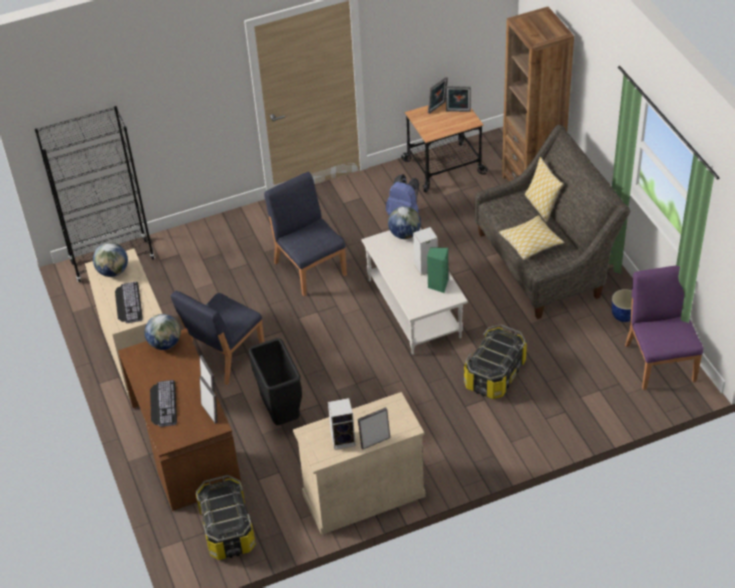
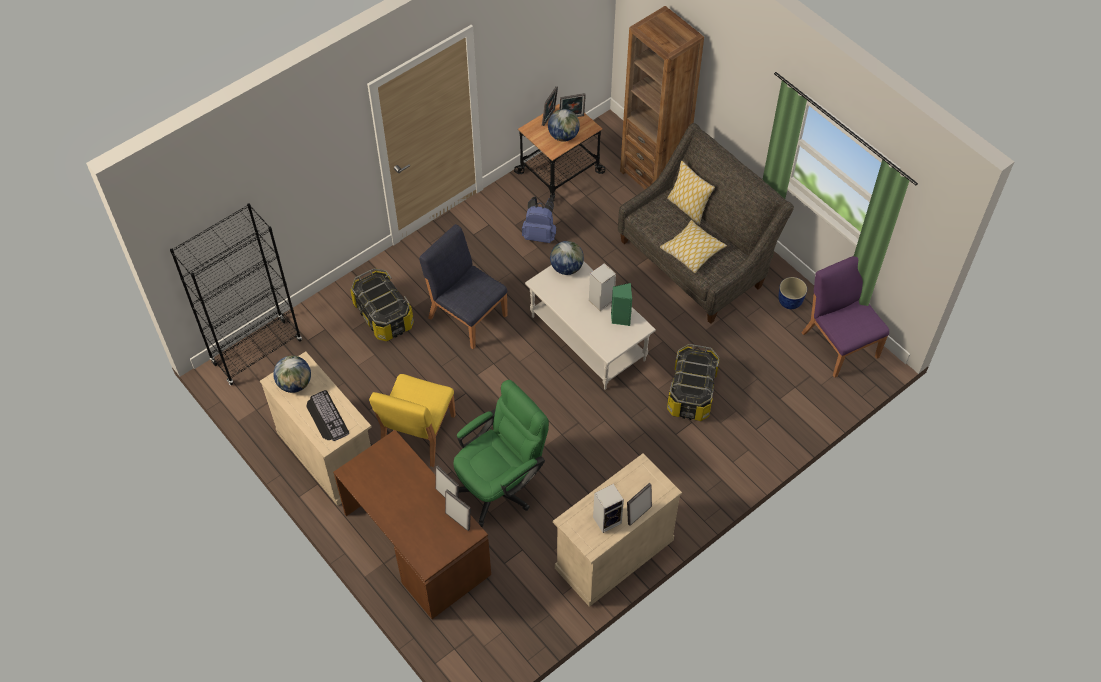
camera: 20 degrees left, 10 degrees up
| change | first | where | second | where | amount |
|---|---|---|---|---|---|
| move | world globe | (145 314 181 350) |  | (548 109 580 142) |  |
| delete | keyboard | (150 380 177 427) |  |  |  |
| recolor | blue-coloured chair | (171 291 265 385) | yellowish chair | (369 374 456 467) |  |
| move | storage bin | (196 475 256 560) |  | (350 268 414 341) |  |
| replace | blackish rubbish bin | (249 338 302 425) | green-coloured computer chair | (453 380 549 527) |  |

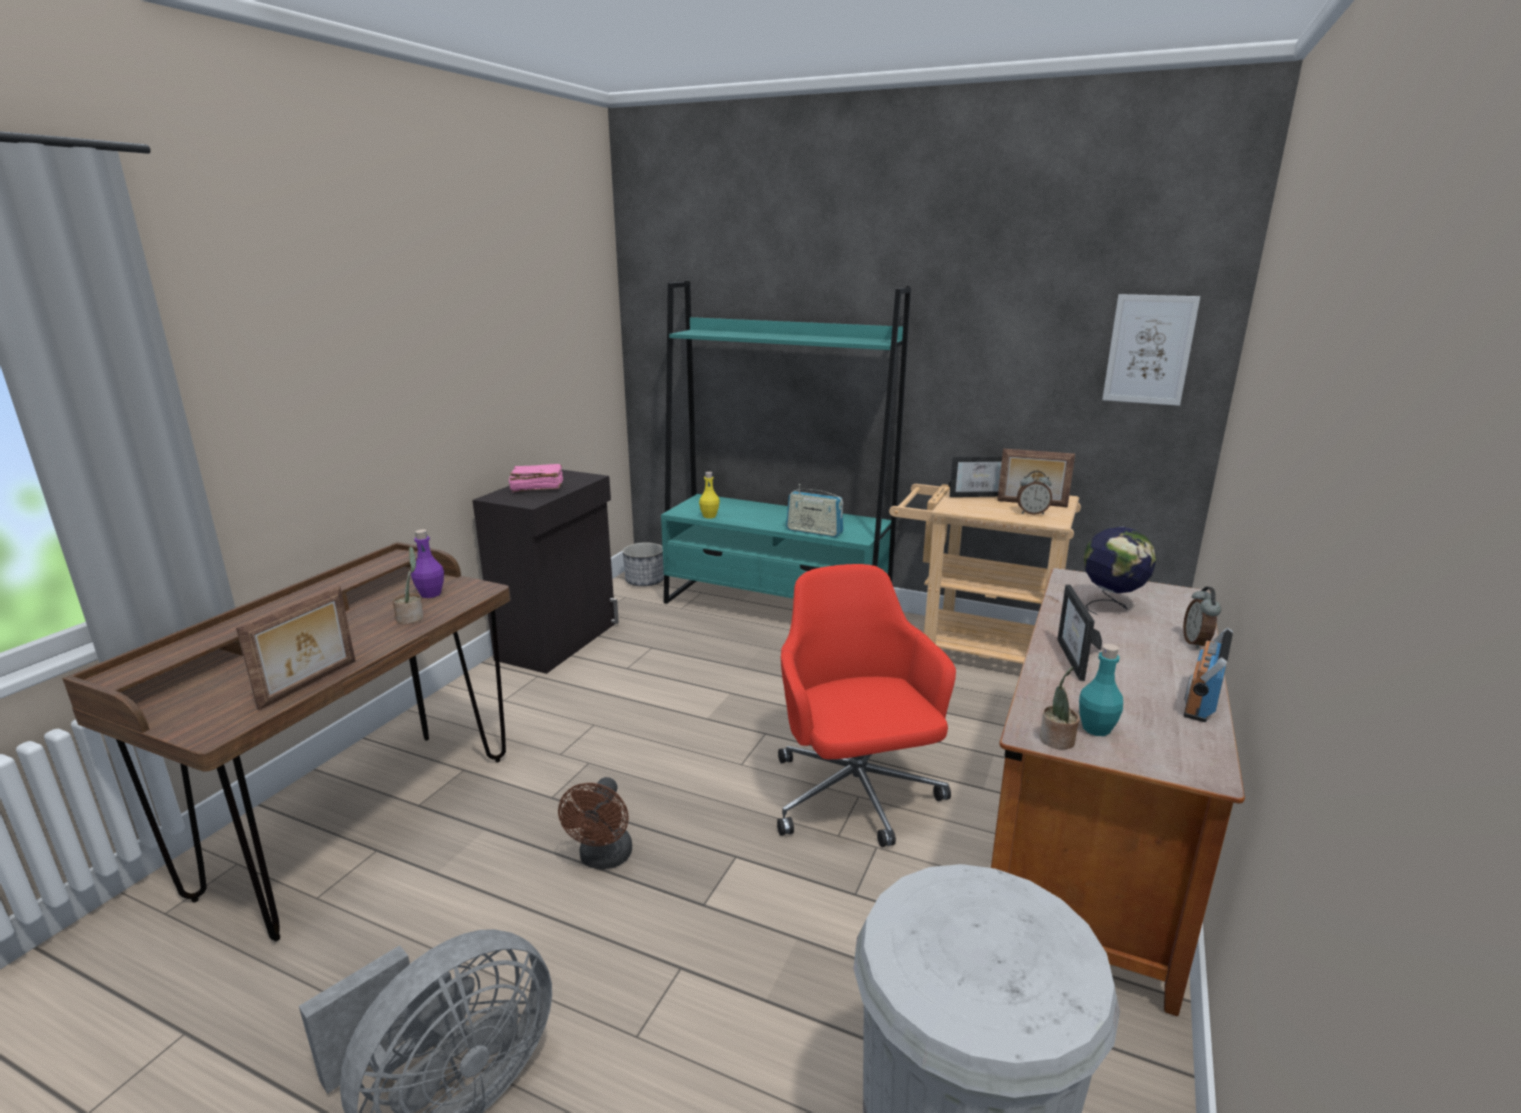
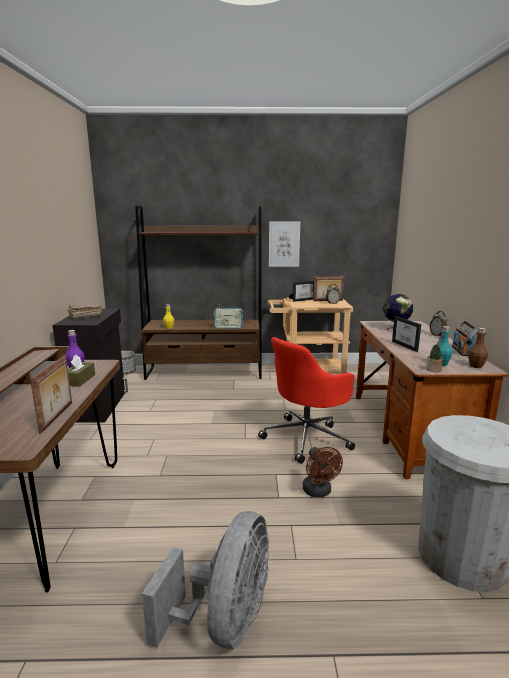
camera: 25 degrees left, 5 degrees down
| change | first | where | second | where | amount |
|---|---|---|---|---|---|
| replace | potted plant | (393 547 424 624) | brownish tissue holder | (68 355 95 387) |  |
| recolor | pinkish bound book | (509 464 563 492) | brownish bound book | (68 303 102 320) |  |
| move | brownish fan | (558 777 632 869) |  | (303 447 343 497) |  |
| recolor | turquoise bookcase | (661 281 911 604) | brownish bookcase | (135 206 262 380) |  |
| rotate | red computer chair | (777 564 956 847) |  | (258 337 355 464) | 90 degrees counterclockwise |
| move | picture | (1102 294 1200 406) |  | (269 222 300 267) |  |
| insert |  |  | brownish beverage bottle | (468 328 488 368) |  |

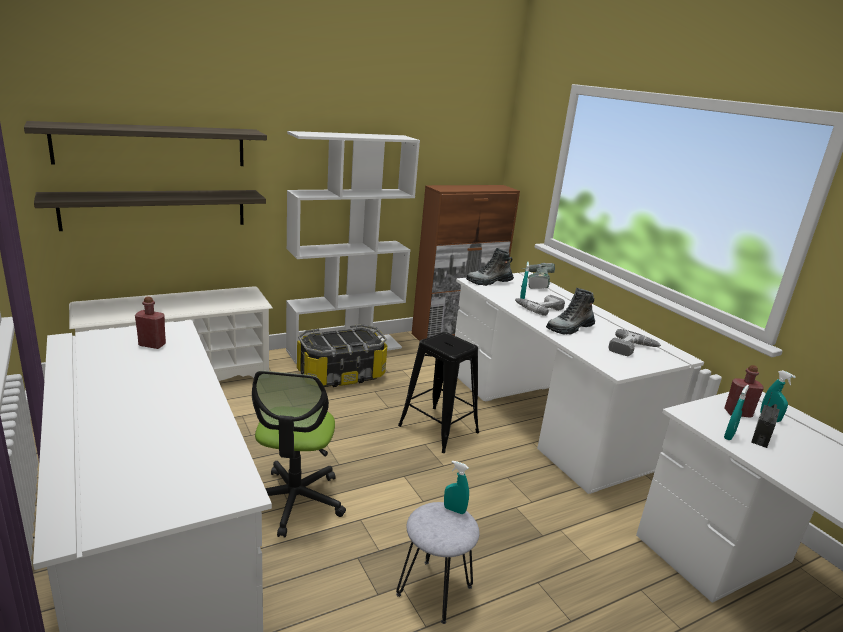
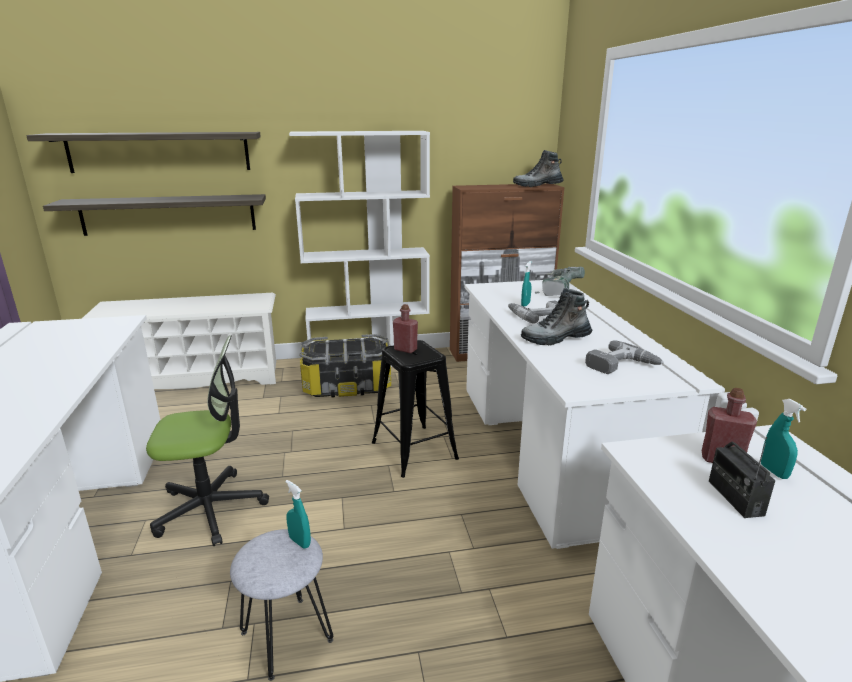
camera: 20 degrees right, 0 degrees up
| change | first | where | second | where | amount |
|---|---|---|---|---|---|
| move | red beverage bottle | (135 296 166 349) |  | (393 304 418 353) |  |
| rotate | computer chair | (252 371 346 538) |  | (146 335 269 546) | 120 degrees counterclockwise |
| move | tall boot | (466 248 514 286) |  | (513 150 564 187) |  |
| delete | turquoise sprayer | (724 385 749 440) |  |  |  |
| rotate | radio | (751 394 780 448) |  | (709 437 775 518) | 60 degrees counterclockwise |

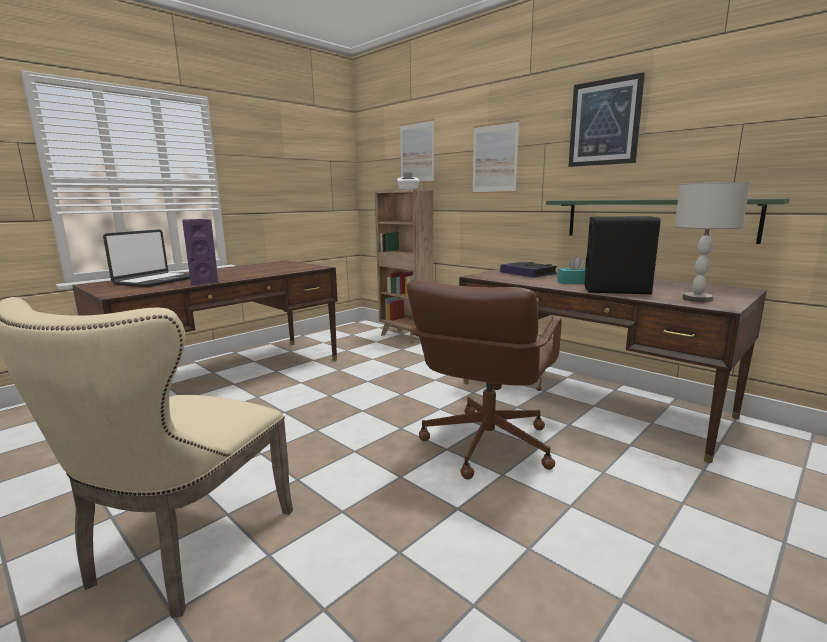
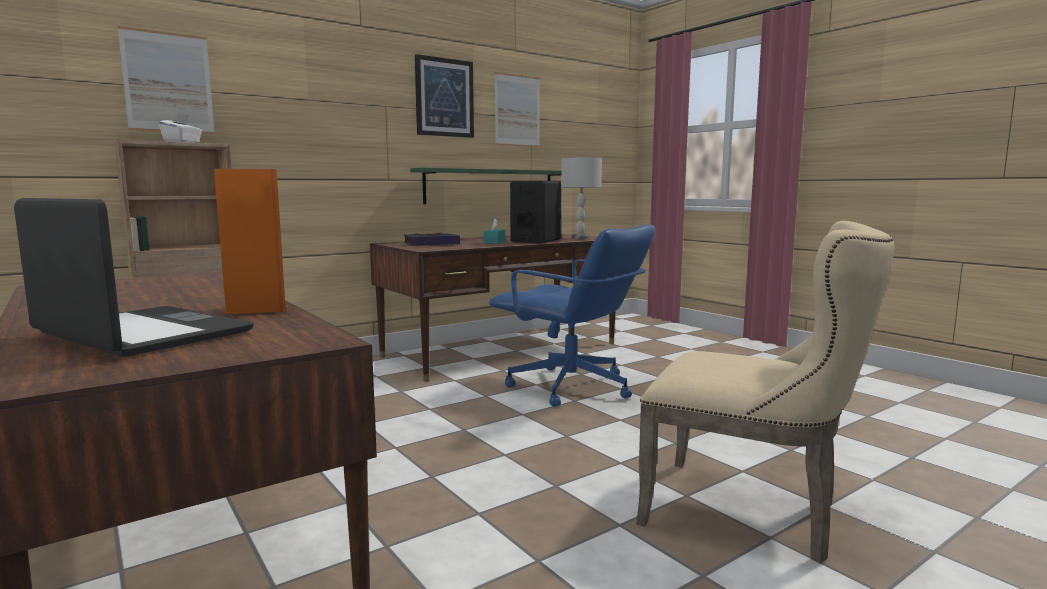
camera: 80 degrees left, 5 degrees down
| change | first | where | second | where | amount |
|---|---|---|---|---|---|
| recolor | purple loudspeaker | (182 219 218 285) | orange-coloured loudspeaker | (214 169 286 314) |  |
| recolor | brownish computer chair | (406 281 562 479) | blue-coloured computer chair | (489 225 655 407) |  |
| move | picture | (472 120 519 194) |  | (495 72 540 147) |  |

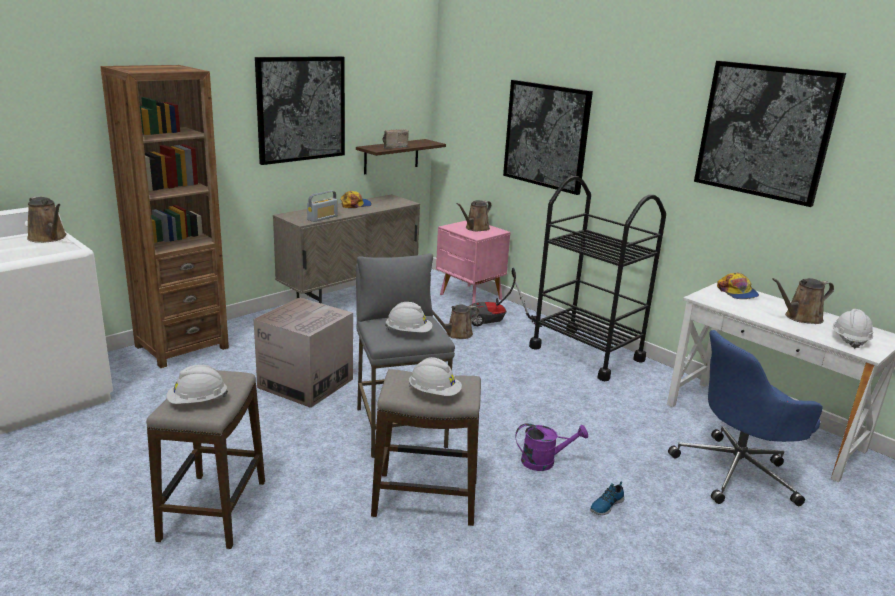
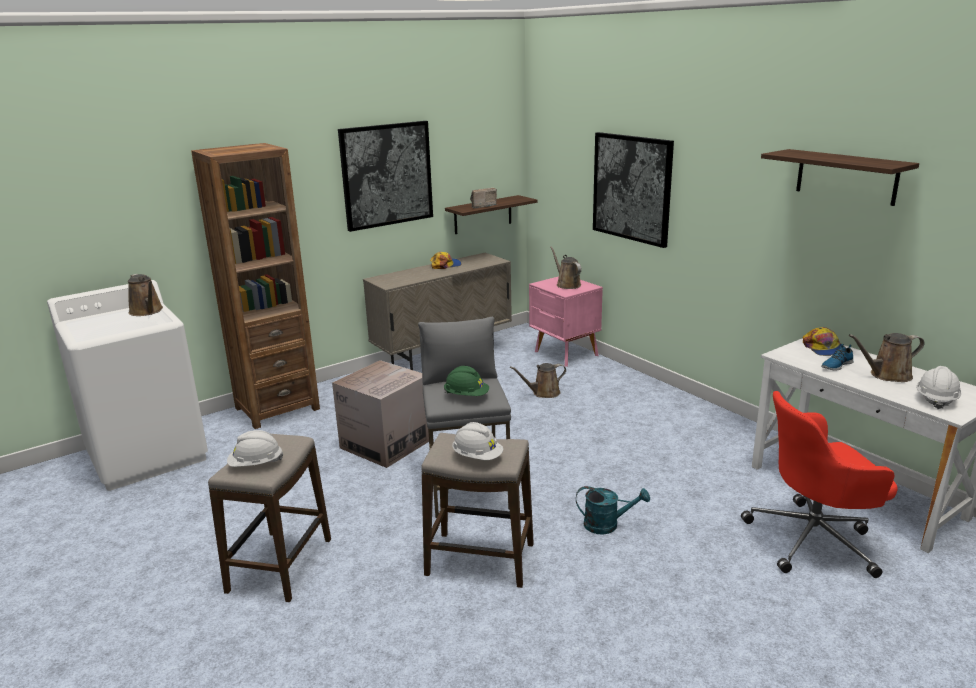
camera: 10 degrees right, 0 degrees up
| change | first | where | second | where | amount |
|---|---|---|---|---|---|
| delete | radio | (307 191 338 222) |  |  |  |
| recolor | white work helmet | (385 302 433 333) | green-coloured work helmet | (444 366 489 396) |  |
| rotate | brownish watering pot | (457 200 491 231) |  | (550 247 581 289) | 105 degrees clockwise |
| delete | hoover | (469 268 542 327) |  |  |  |
| recolor | purple watering pot | (515 423 588 471) | turquoise watering pot | (576 486 650 535) |  |
| delete | blackish cart | (529 176 666 381) |  |  |  |
| move | shoe | (590 482 624 515) |  | (821 344 853 371) |  |
| recolor | blue-coloured computer chair | (668 330 823 506) | red computer chair | (741 391 898 578) |  |
| replace | picture | (694 61 846 207) | shelf | (761 149 919 206) |  |

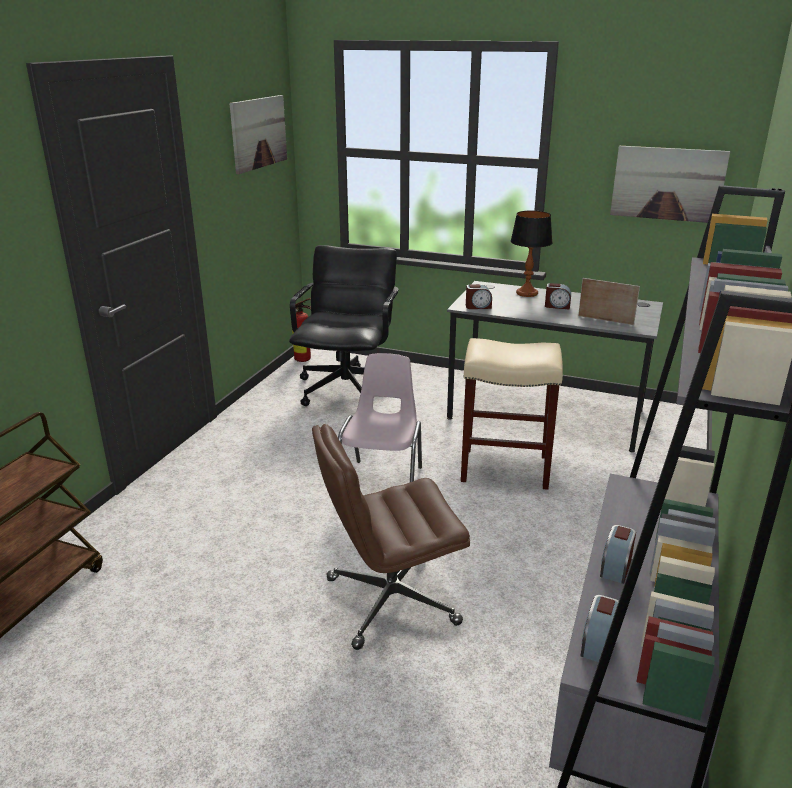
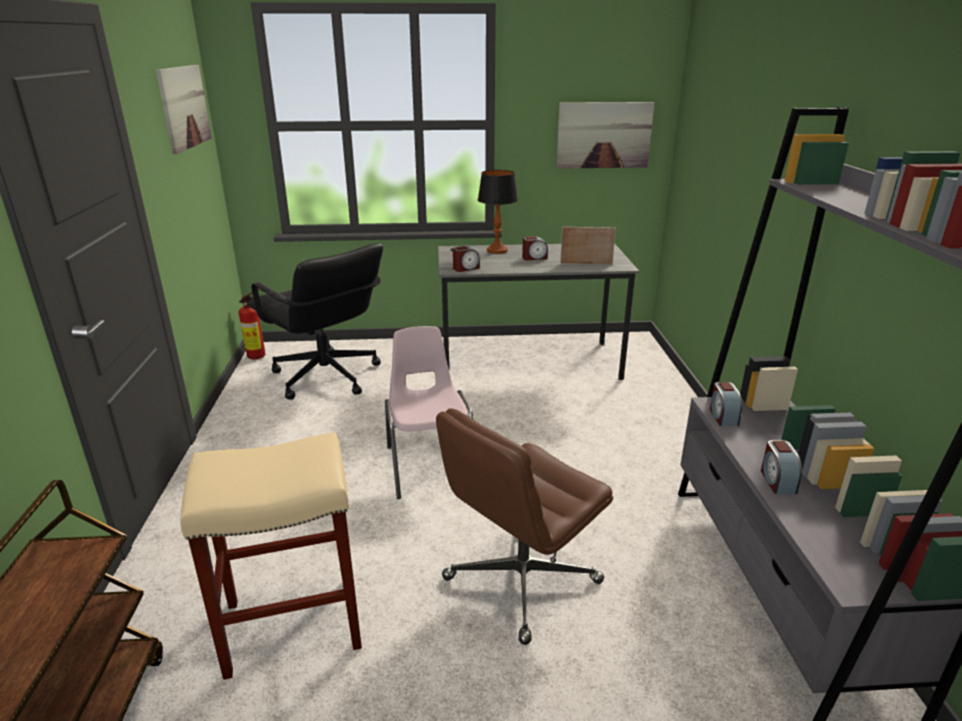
camera: 25 degrees left, 0 degrees up
| change | first | where | second | where | amount |
|---|---|---|---|---|---|
| rotate | blackish computer chair | (289 245 398 406) |  | (248 244 383 400) | 150 degrees clockwise |
| move | sand-coloured sitting stool | (461 338 563 490) |  | (180 432 362 680) |  |
| move | table clock | (580 595 619 662) |  | (710 382 742 426) |  |

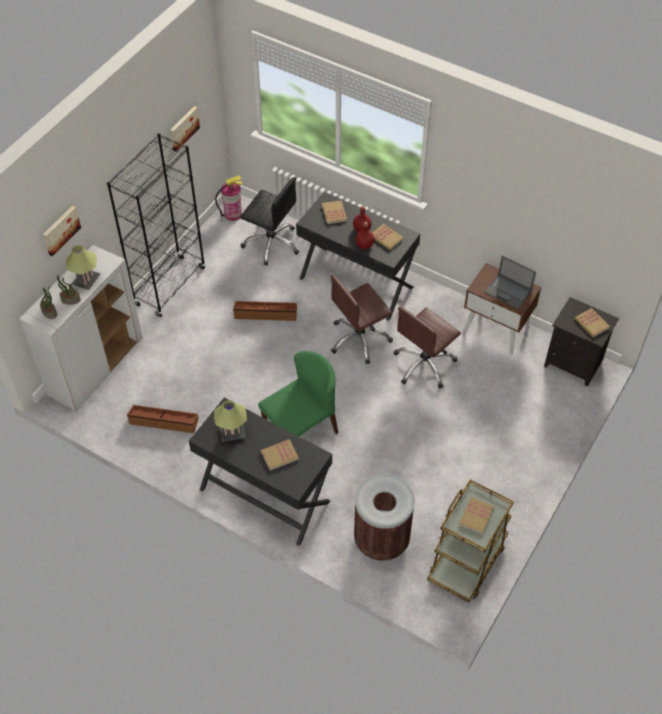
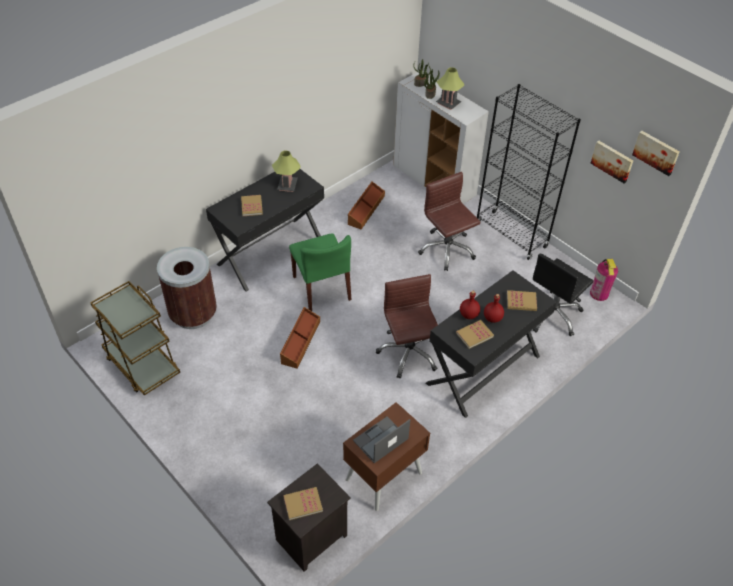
camera: 105 degrees right, 5 degrees down
| change | first | where | second | where | amount |
|---|---|---|---|---|---|
| move | picture | (43 206 81 256) |  | (632 131 680 176) |  |
| move | brownish storage bin | (233 301 297 321) |  | (280 307 320 369) |  |
| move | brownish computer chair | (394 306 461 389) |  | (418 172 481 271) |  |
| delete | bound book | (459 497 494 534) |  |  |  |

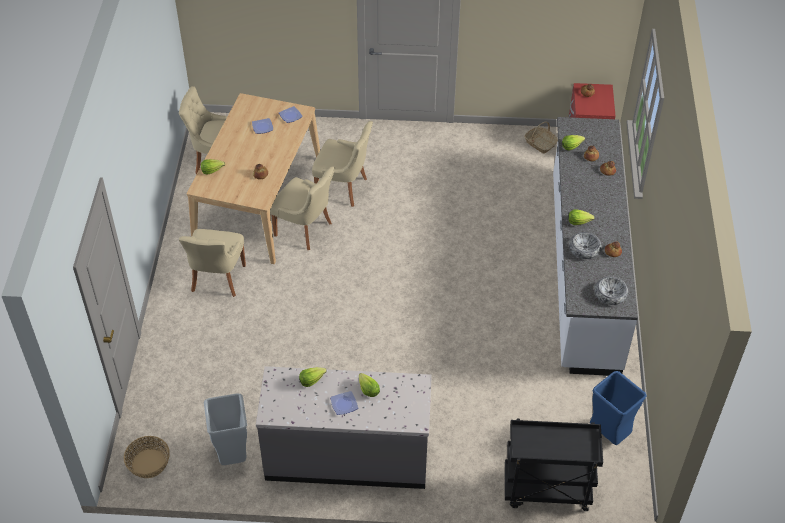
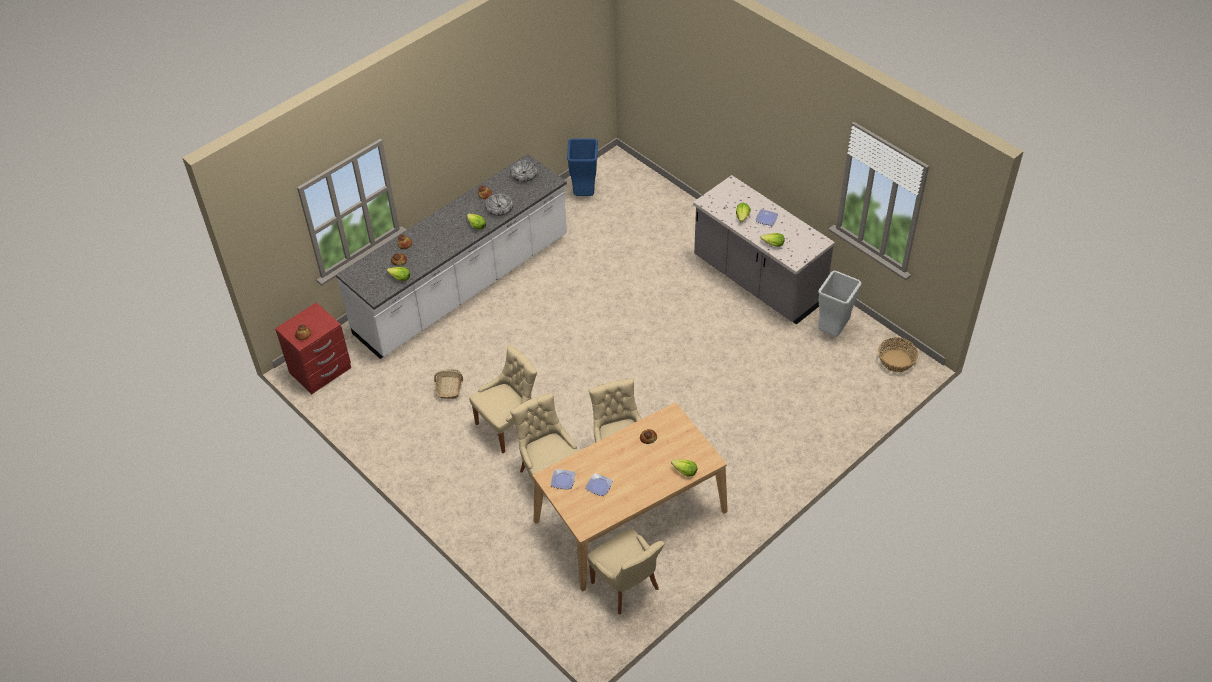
camera: 135 degrees left, 0 degrees up
| change | first | where | second | where | amount |
|---|---|---|---|---|---|
| move | sand-coloured chair | (179 229 246 297) |  | (469 345 537 453) |  |
| delete | blackish cart | (505 419 603 511) |  |  |  |
| move | storage basket | (524 121 558 153) |  | (434 369 463 399) |  |

